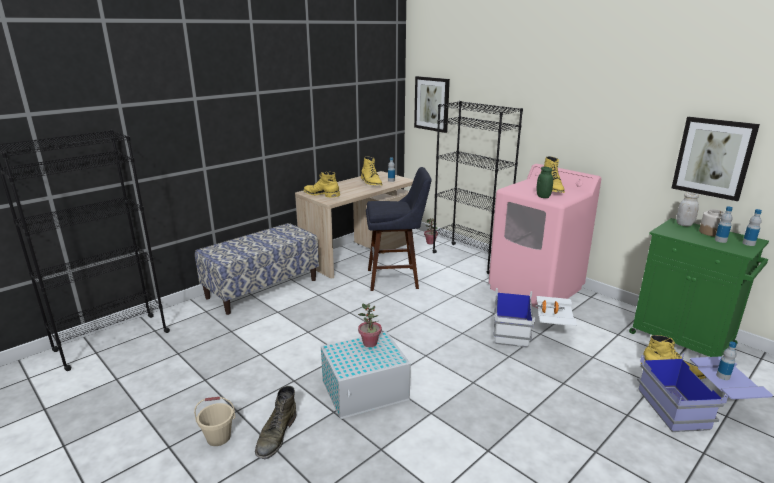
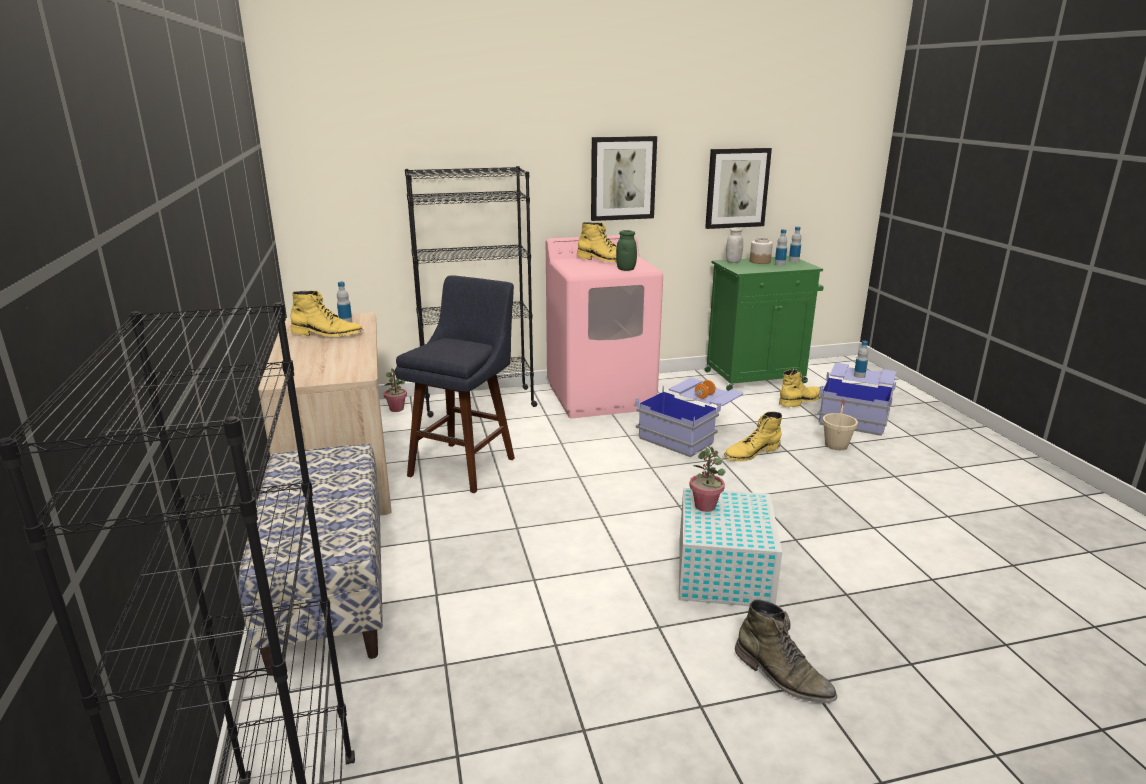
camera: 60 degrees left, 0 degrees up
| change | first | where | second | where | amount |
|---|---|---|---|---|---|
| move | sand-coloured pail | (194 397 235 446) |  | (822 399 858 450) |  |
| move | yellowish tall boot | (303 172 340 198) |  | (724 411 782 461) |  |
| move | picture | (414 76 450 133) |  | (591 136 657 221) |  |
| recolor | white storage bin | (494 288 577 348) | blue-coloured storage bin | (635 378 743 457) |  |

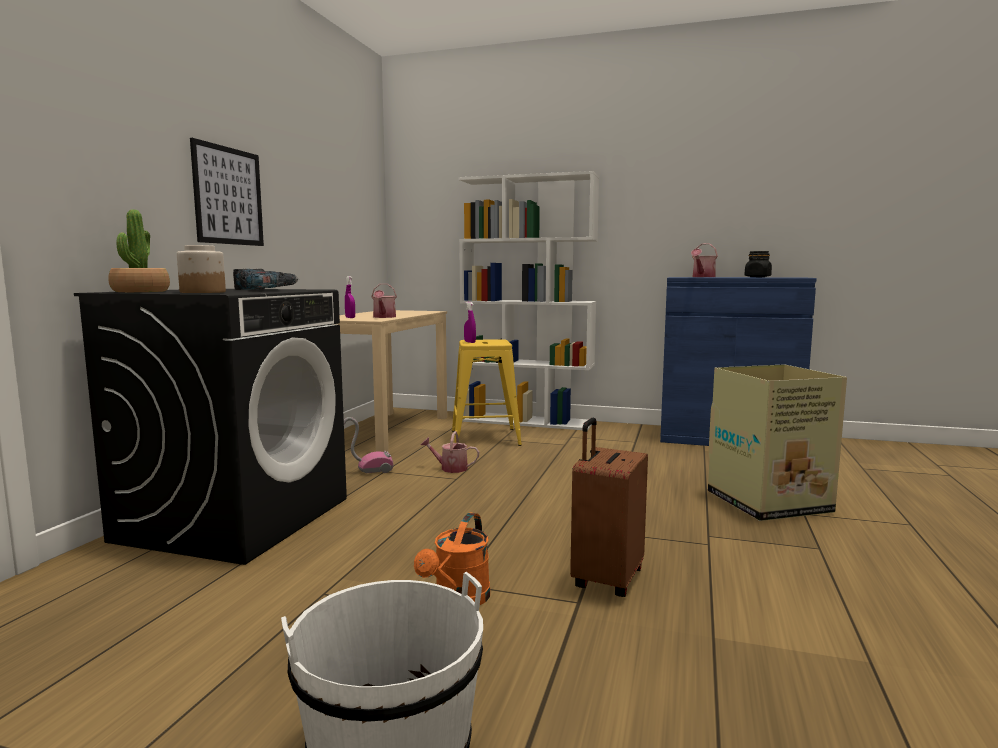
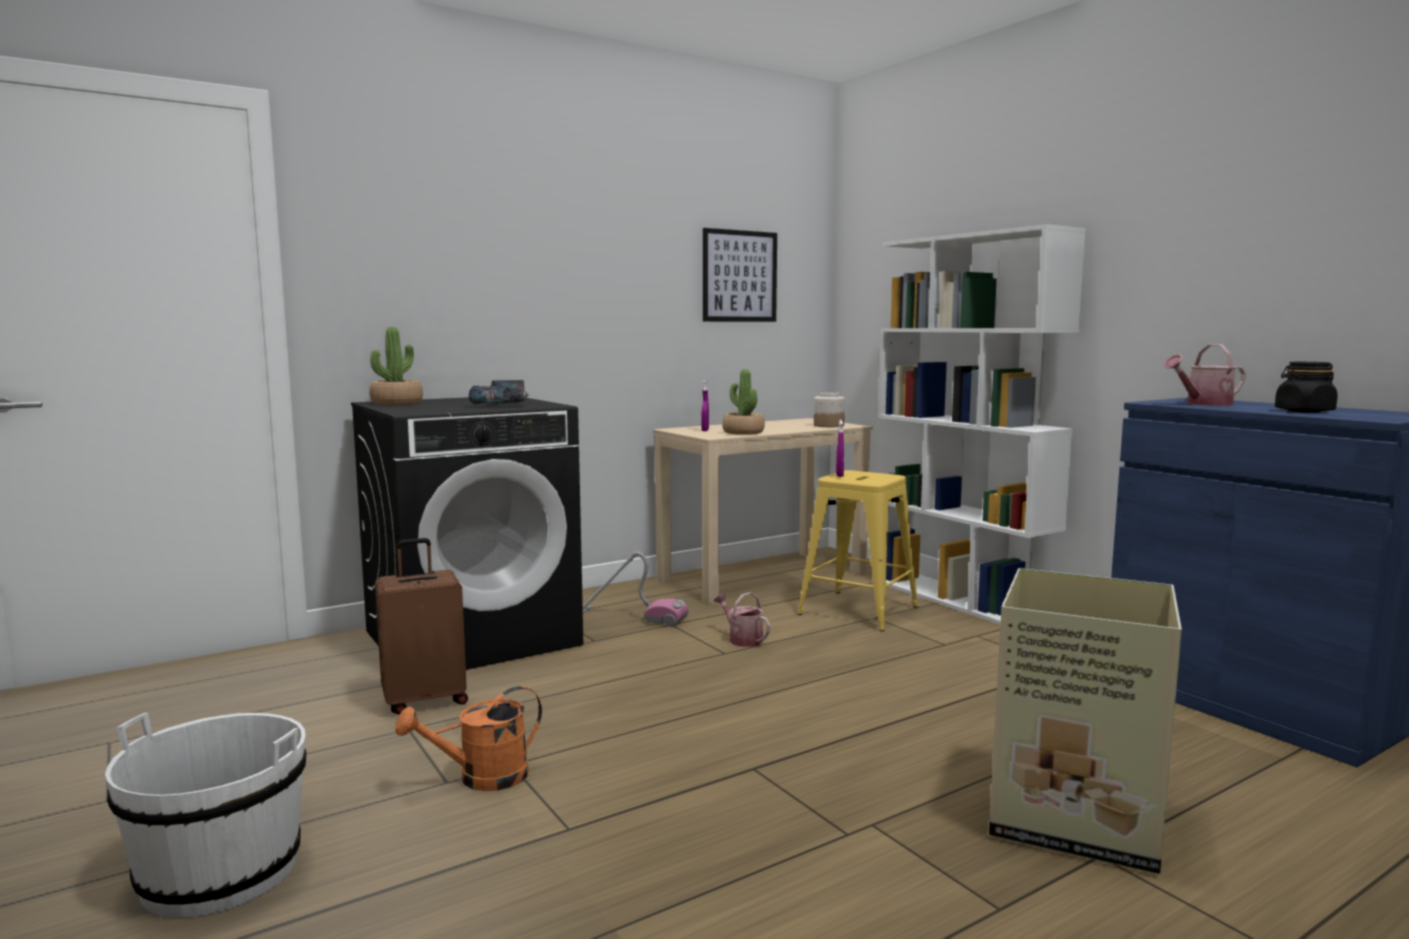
camera: 40 degrees right, 0 degrees up
| change | first | where | second | where | amount |
|---|---|---|---|---|---|
| move | preserve jar | (177 245 226 293) |  | (814 392 845 427) |  |
| move | picture | (190 138 264 246) |  | (703 228 777 322) |  |
| replace | watering pot | (371 284 397 318) | potted plant | (722 369 765 435) |  |
| move | brownish piece of luggage | (570 418 648 597) |  | (375 538 468 715) |  |

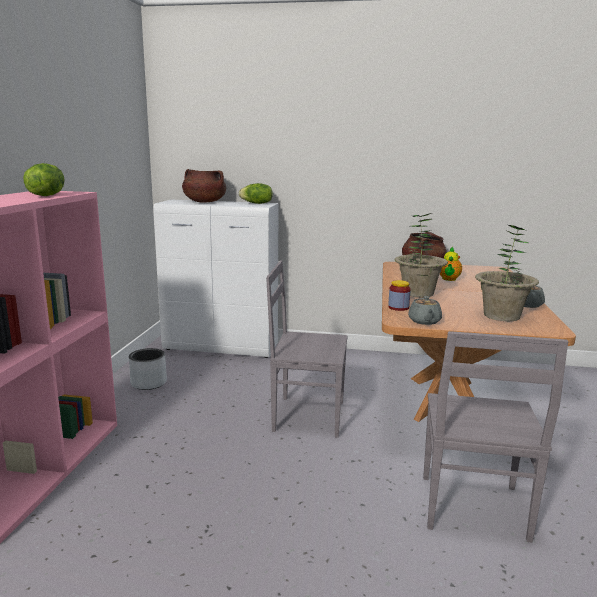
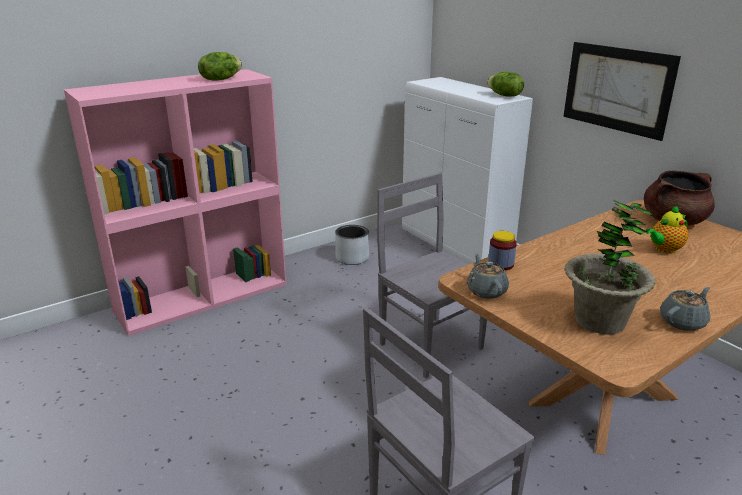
camera: 45 degrees right, 10 degrees up
| change | first | where | second | where | amount |
|---|---|---|---|---|---|
| delete | brownish saucepot | (182 169 226 203) |  |  |  |
| delete | potted plant | (395 213 448 298) |  |  |  |
| rotate | gray pot for tea | (408 296 442 325) |  | (467 253 509 299) | 120 degrees clockwise |
| insert |  |  | picture | (563 42 681 141) |  |

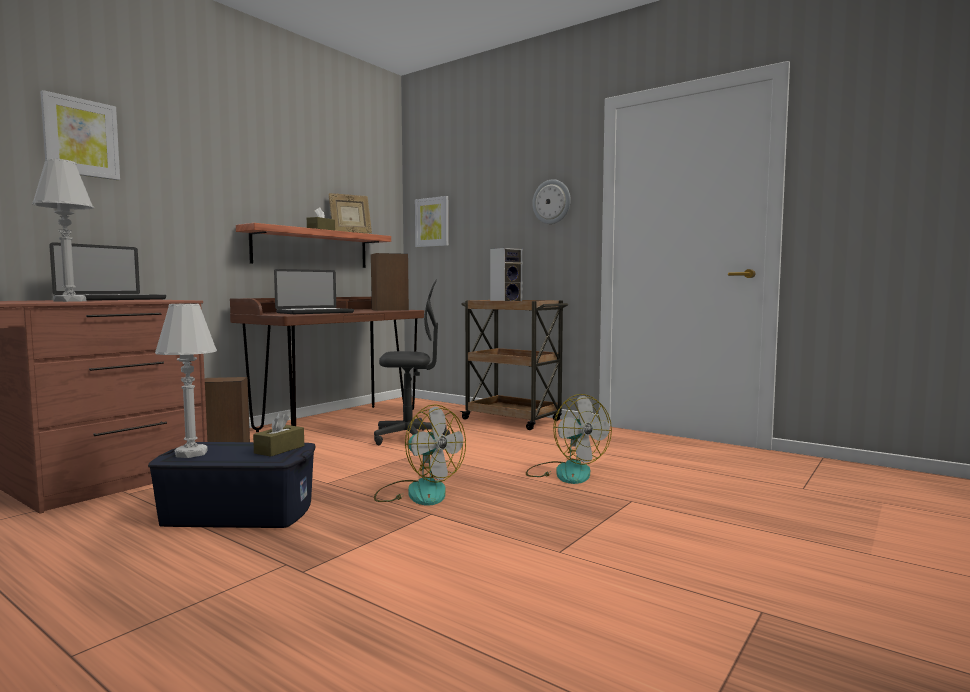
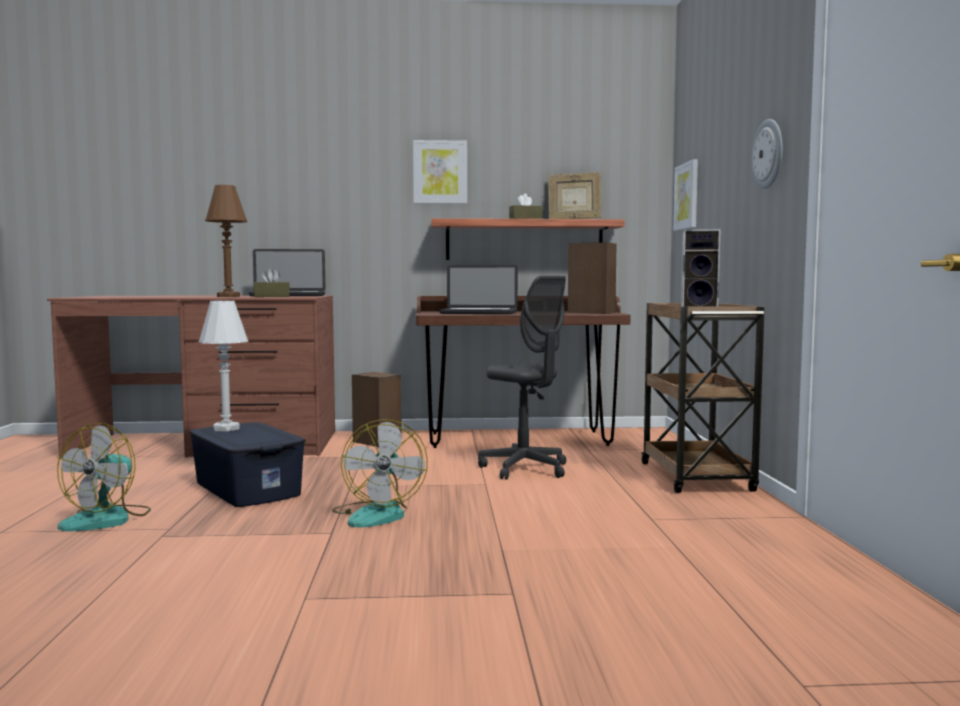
camera: 50 degrees right, 0 degrees up
| change | first | where | second | where | amount |
|---|---|---|---|---|---|
| recolor | white table lamp | (32 159 94 302) | brownish table lamp | (205 185 247 297) |  |
| move | picture | (40 90 120 180) |  | (413 140 467 204) |  |
| move | brownish tissue holder | (253 412 304 456) |  | (254 268 290 297) |  |
| move | fan | (526 394 612 484) |  | (57 423 151 531) |  |

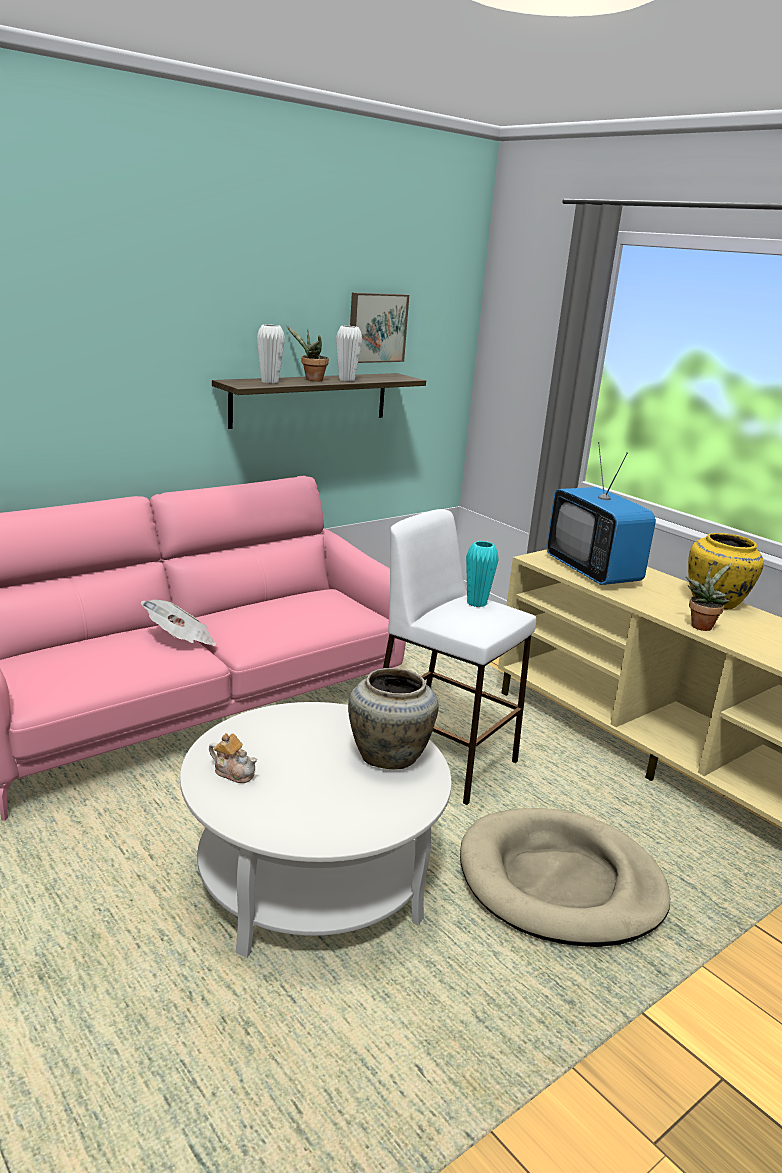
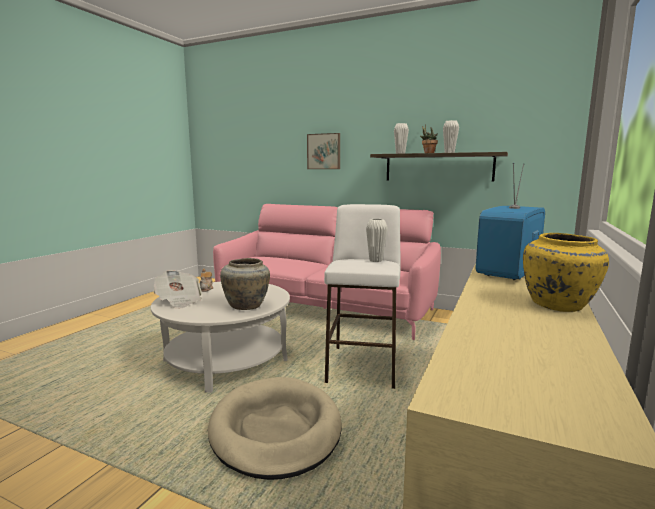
camera: 65 degrees right, 10 degrees down
| change | first | where | second | where | amount |
|---|---|---|---|---|---|
| move | daily paper | (141 600 216 646) |  | (153 270 202 309) |  |
| move | picture | (350 293 409 363) |  | (307 133 340 169) |  |
| recolor | turquoise decorative vase | (466 541 499 607) | white decorative vase | (366 219 387 262) |  |
| delete | potted plant | (686 563 732 631) |  |  |  |

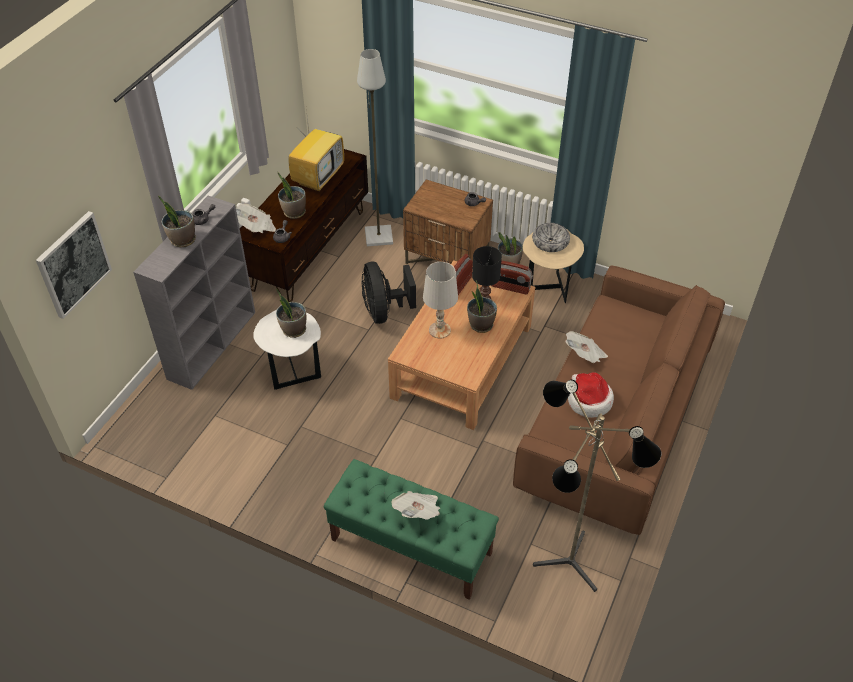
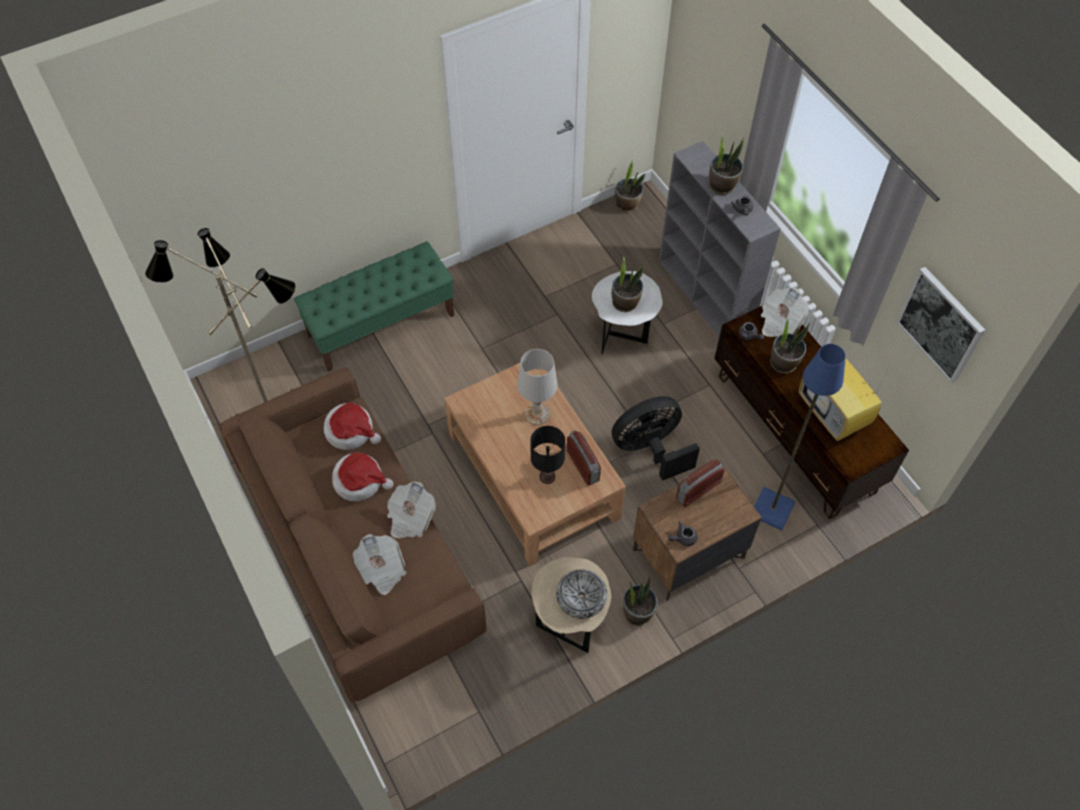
camera: 125 degrees right, 10 degrees up
| change | first | where | second | where | amount |
|---|---|---|---|---|---|
| move | picture | (36 211 112 319) |  | (896 267 985 384) |  |
| recolor | gray floor lamp | (357 49 393 246) | blue-coloured floor lamp | (754 344 846 531) |  |
| rotate | blackish fan | (362 262 416 324) |  | (612 396 700 481) | 45 degrees counterclockwise |
| move | daily paper | (391 491 440 519) |  | (353 534 407 595) |  |
| move | potted plant | (467 281 497 333) |  | (615 160 645 212) |  |
| move | radio | (491 261 533 294) |  | (676 460 725 507) |  |
| insert |  |  | clothing hat | (324 403 381 450) |  |

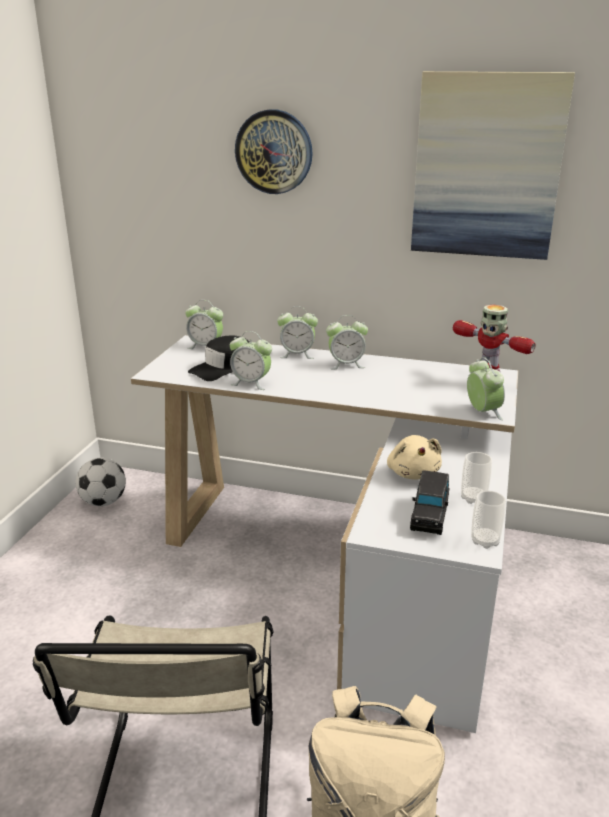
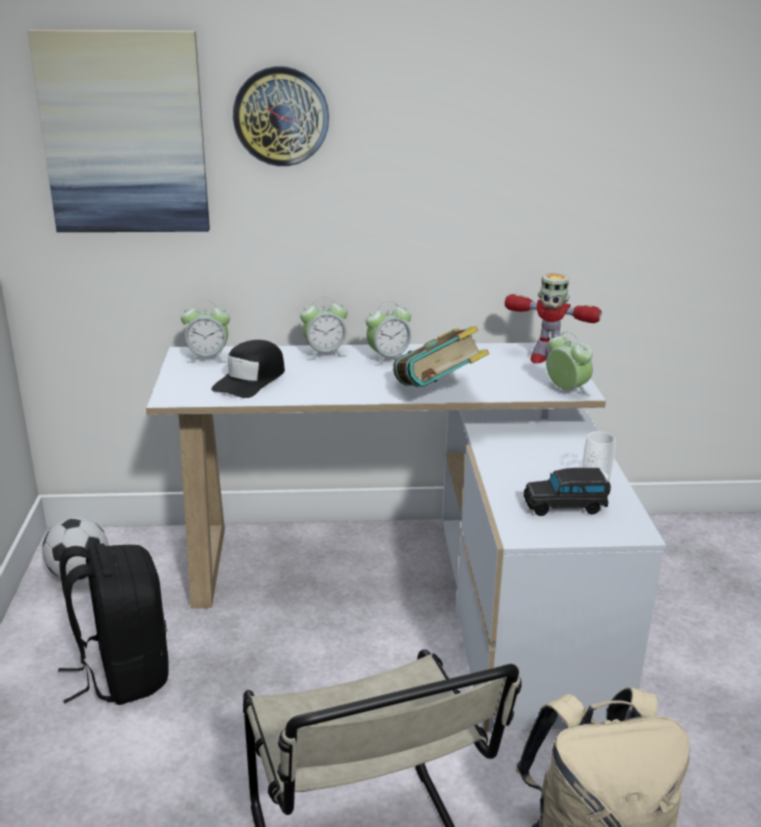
camera: 20 degrees left, 0 degrees up
| change | first | where | second | where | amount |
|---|---|---|---|---|---|
| delete | table clock | (230 331 272 390) |  |  |  |
| delete | sand-coloured plush toy | (387 435 442 480) |  |  |  |
| rotate | blackish toy car | (410 470 450 535) |  | (524 468 611 516) | 90 degrees clockwise |
| move | picture | (411 71 575 260) |  | (27 29 210 232) |  |
| delete | small cup | (471 491 506 549) |  |  |  |
| insert |  |  | blackish rucksack | (58 543 169 705) |  |
| insert |  |  | bound book | (393 326 489 387) |  |

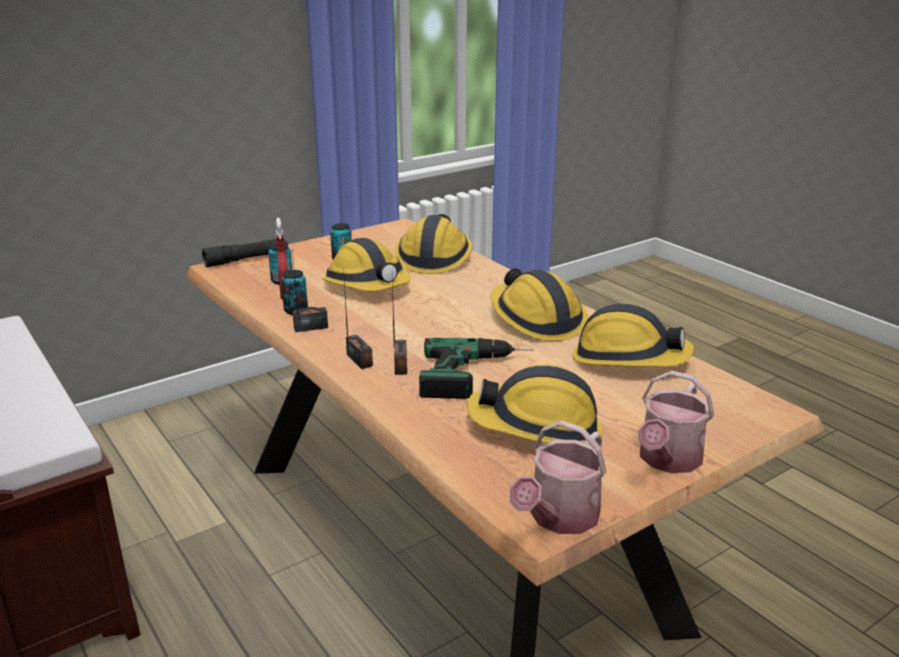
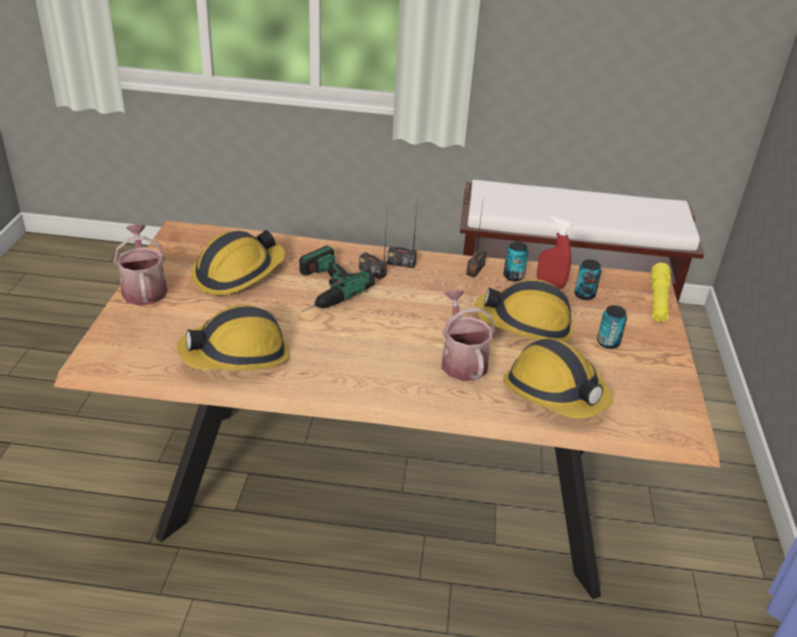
camera: 130 degrees right, 10 degrees up
| change | first | where | second | where | amount |
|---|---|---|---|---|---|
| recolor | blackish torch | (202 239 288 267) | yellowish torch | (651 263 671 321) |  |
| delete | work helmet | (490 268 587 341) |  |  |  |
| move | watering pot | (510 421 607 534) |  | (441 290 495 381) |  |

